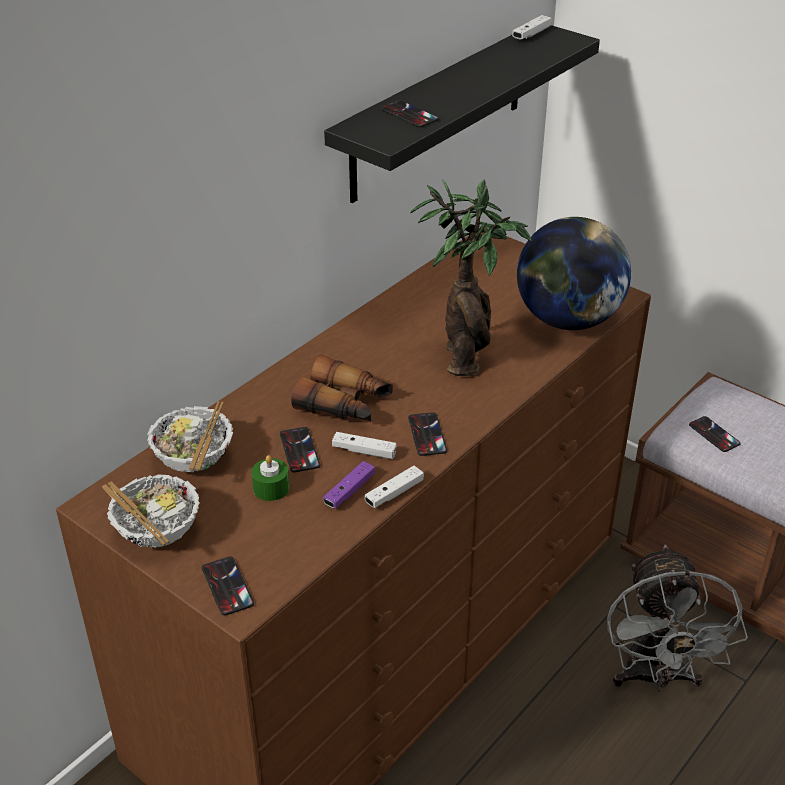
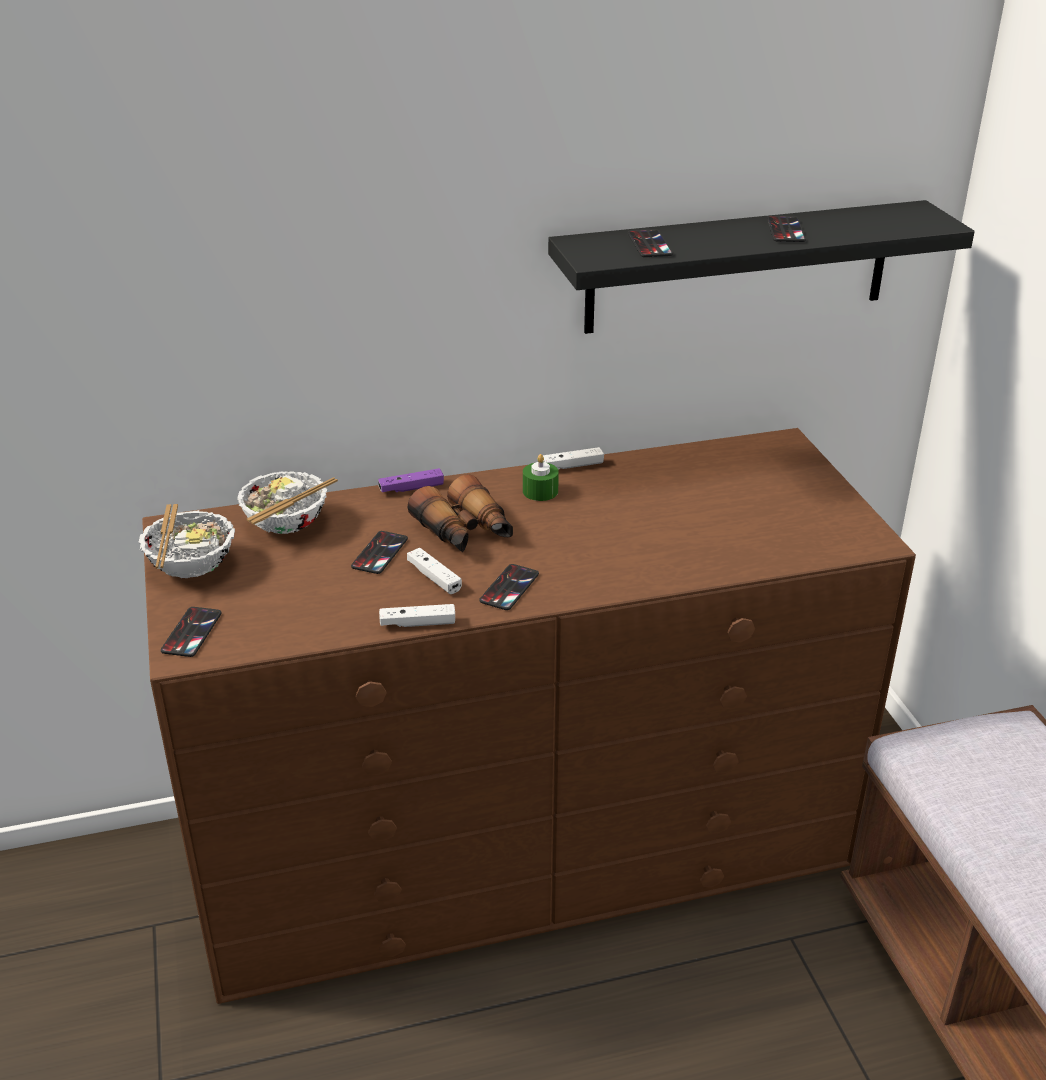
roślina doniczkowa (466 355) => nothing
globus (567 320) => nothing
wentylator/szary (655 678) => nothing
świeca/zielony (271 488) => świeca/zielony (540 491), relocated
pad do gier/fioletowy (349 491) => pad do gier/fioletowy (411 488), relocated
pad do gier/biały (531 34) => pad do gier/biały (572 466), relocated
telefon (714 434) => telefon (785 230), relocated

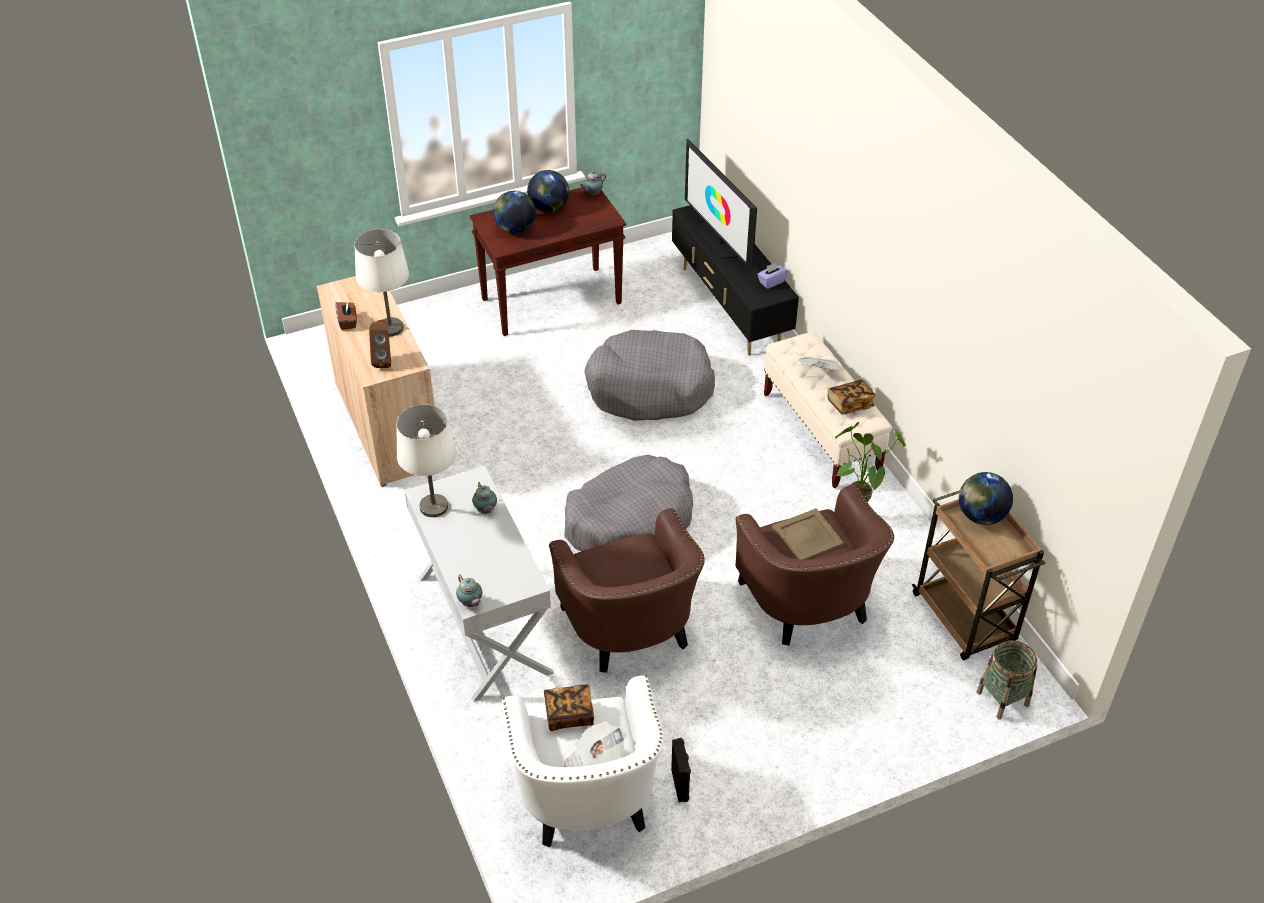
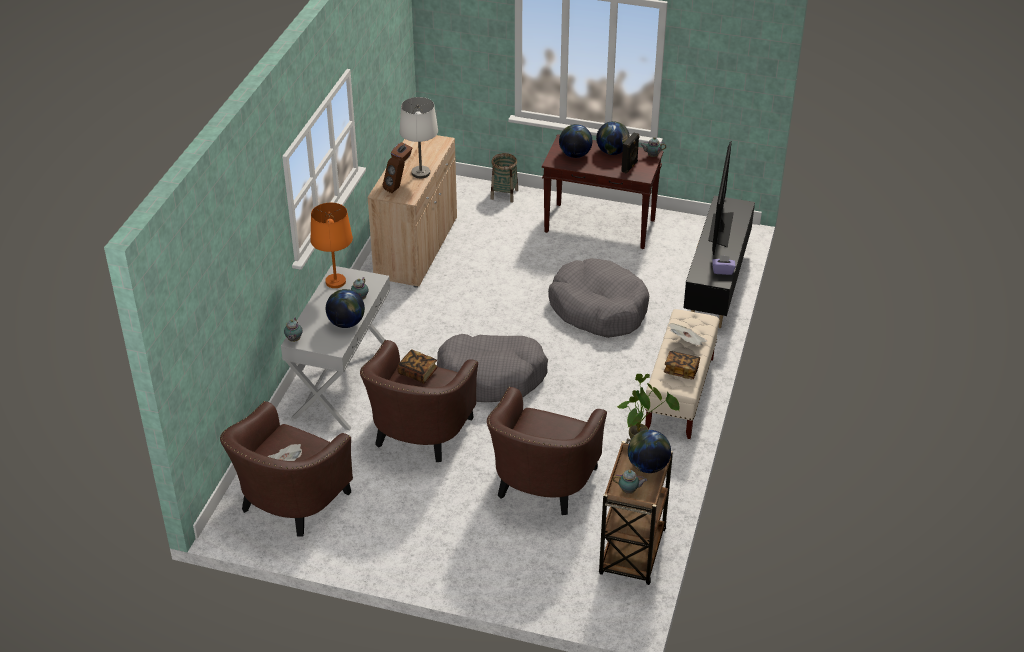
taca/beżowy (806 535) => nothing
nothing => globus (346 323)
nothing => imbryk (629 491)
książka (569 715) => książka (418 373), relocated
głośnik/czarny (681 785) => głośnik/czarny (630 167), relocated
koszyk (1002 698) => koszyk (504 194), relocated
lampa stołowa/biały (434 506) => lampa stołowa/pomarańczowy (336 282)
fotel/biały (587 801) => fotel/brązowy (289 504)

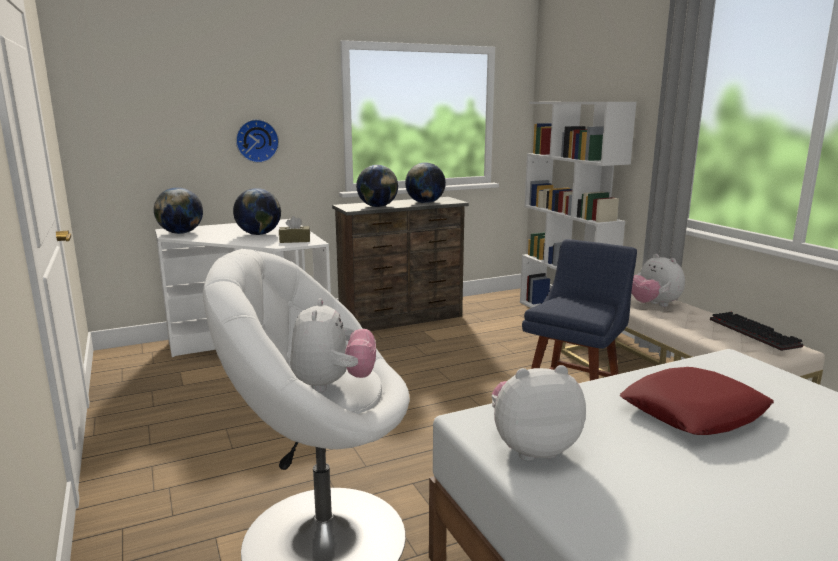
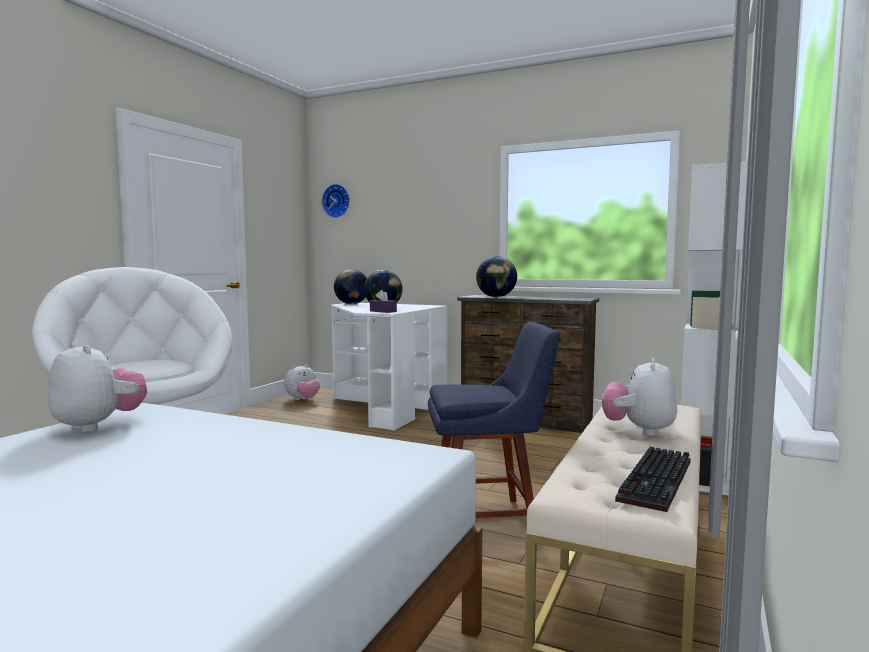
globus (425 203) => nothing
poduszka/czerwony (693 412) => nothing
zegar ścienny (256 141) => zegar ścienny (337 201), relocated
pluszak (333 385) => pluszak (303 400), relocated
pudełko chusteczek/brązowy (295 240) => pudełko chusteczek/fioletowy (383 311)

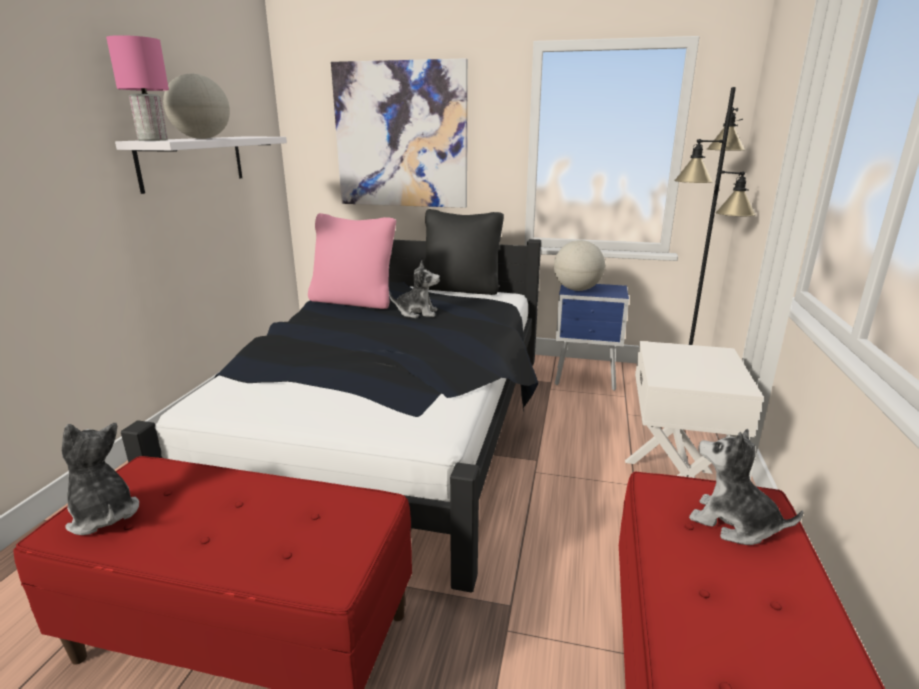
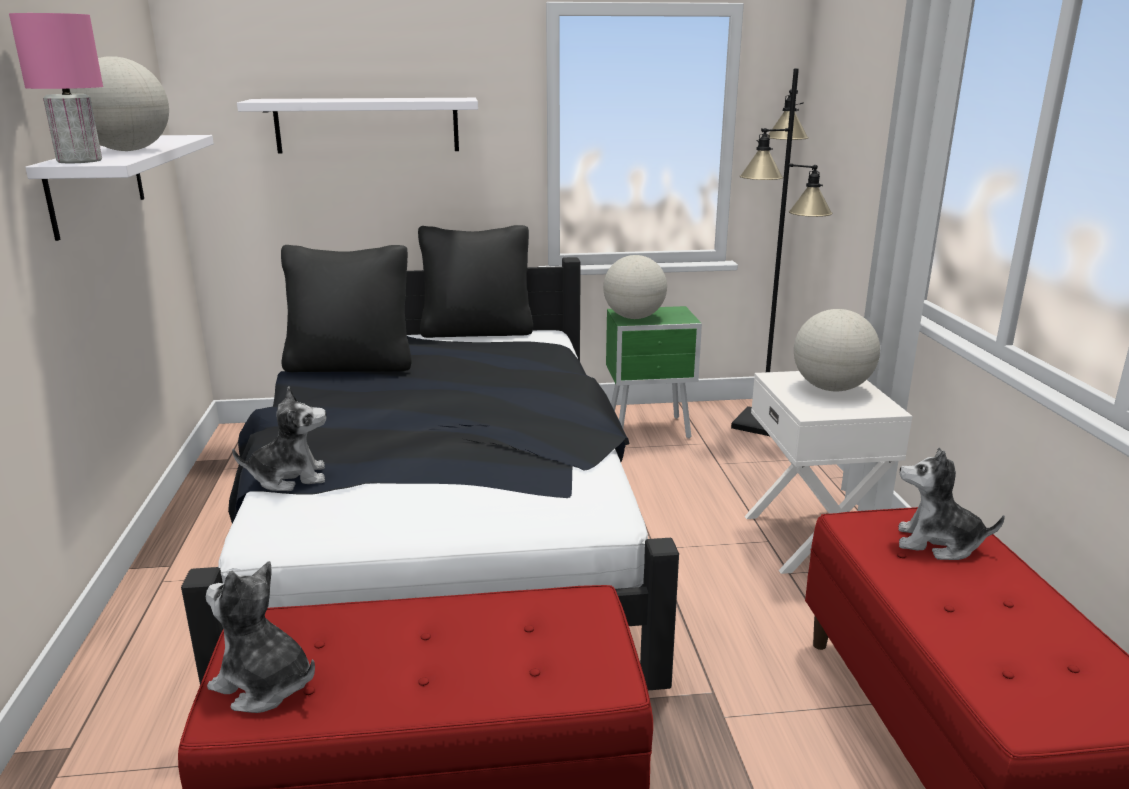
nothing => globus (831 388)
pluszak (417 313) => pluszak (290 478), relocated
obraz (401 136) => półka/biały (367 125)
poduszka/różowy (354 301) => poduszka/czarny (351 365)
szafka nocna/niebieski (586 380) => szafka nocna/zielony (650 430)

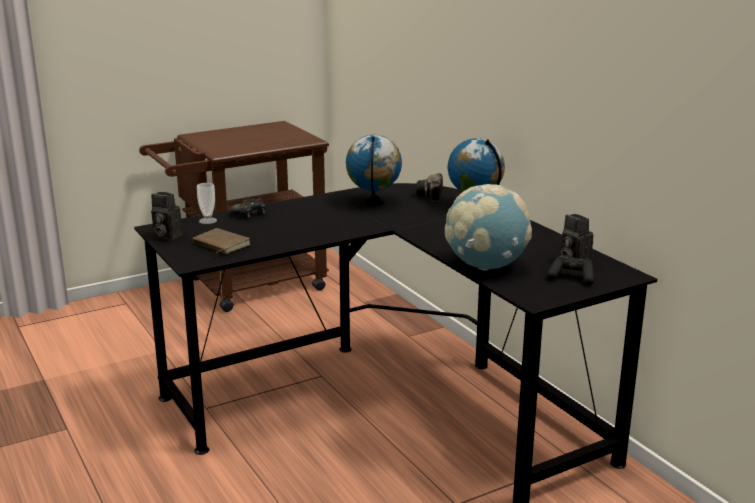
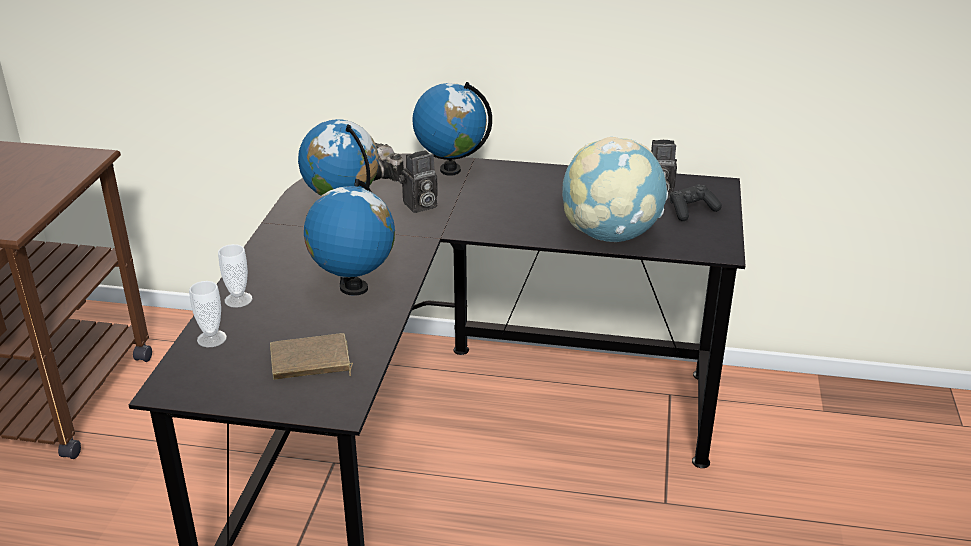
nothing => globus (353 288)
aparat fotograficzny (166 236) => aparat fotograficzny (419 206), relocated
pad do gier/czarny (249 213) => filiżanka (238 300)

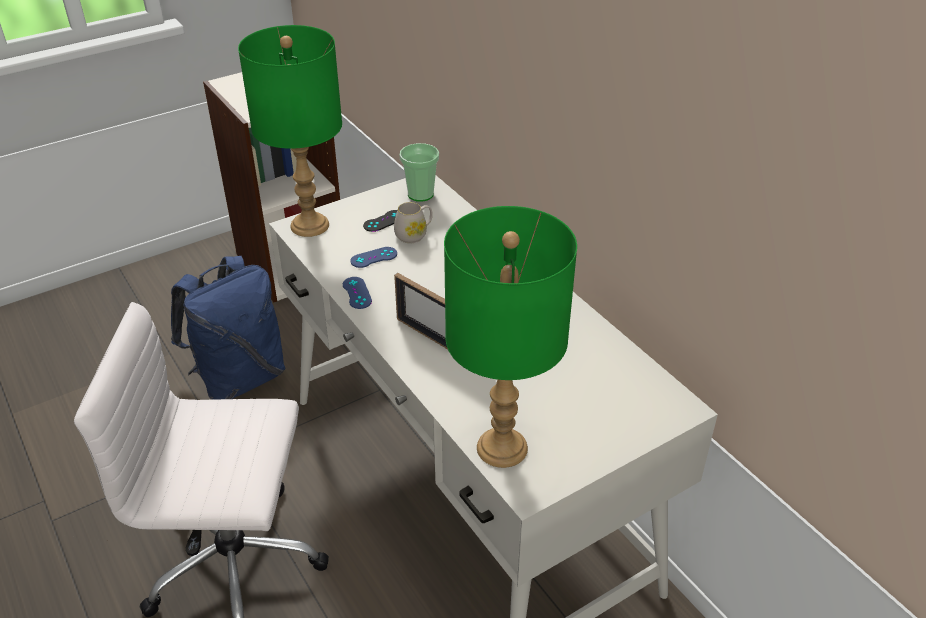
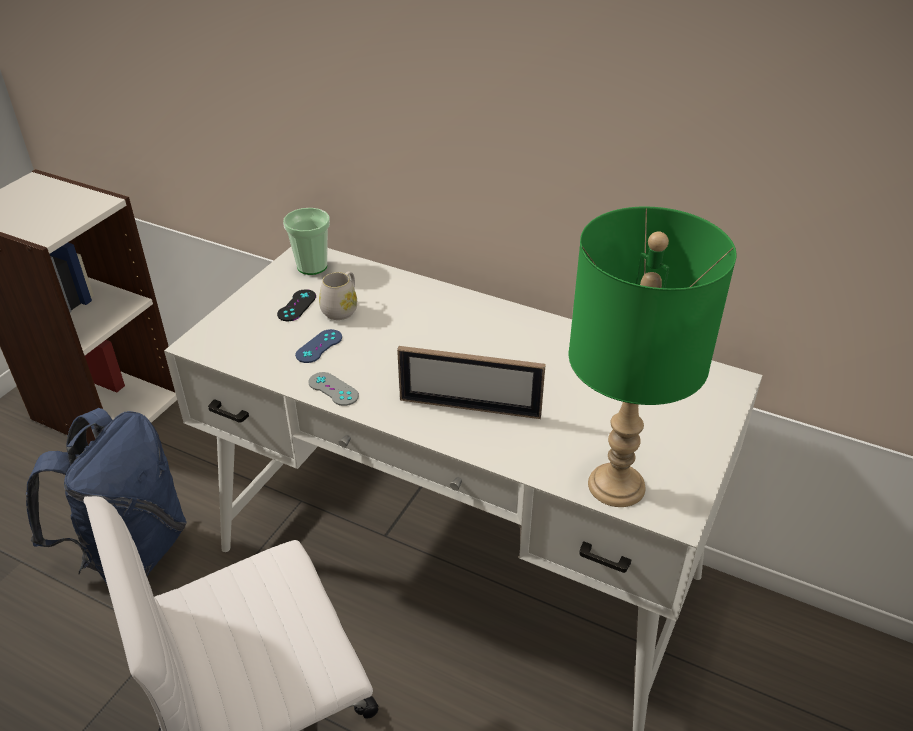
lampa stołowa/zielony (309 226) => nothing
pad do gier/niebieski (357 293) => pad do gier/szary (333 389)

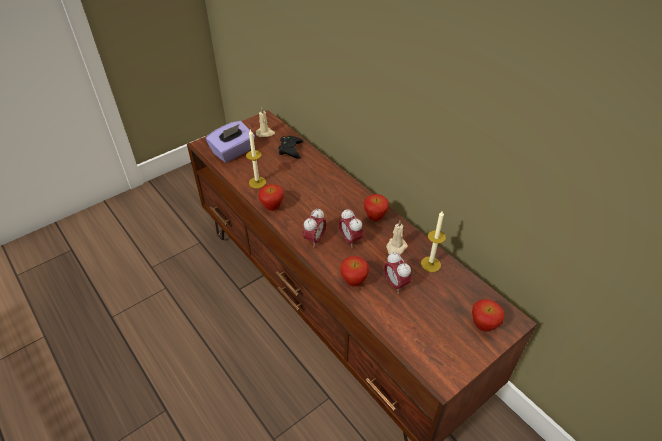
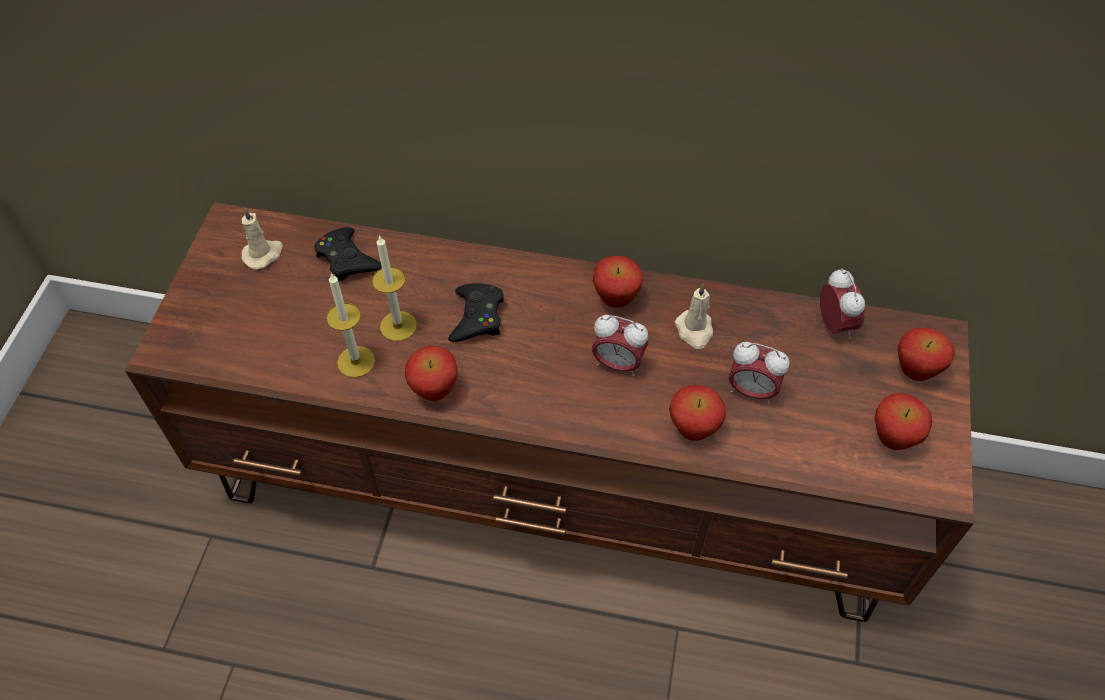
pudełko chusteczek/fioletowy (233 152) => nothing
nothing => pad do gier/czarny (477 317)
nothing => jabłko (892 439)
budzik (314 239) => budzik (834 325), relocated
świeca (430 264) => świeca (398 326), relocated

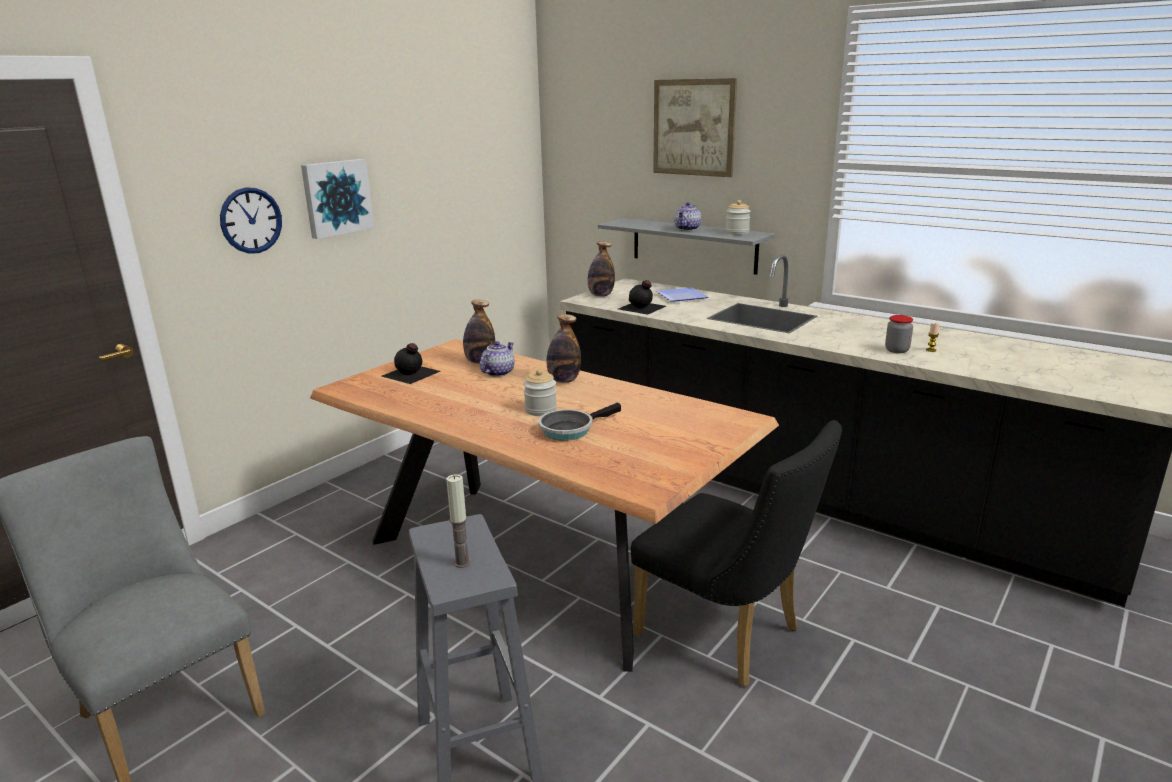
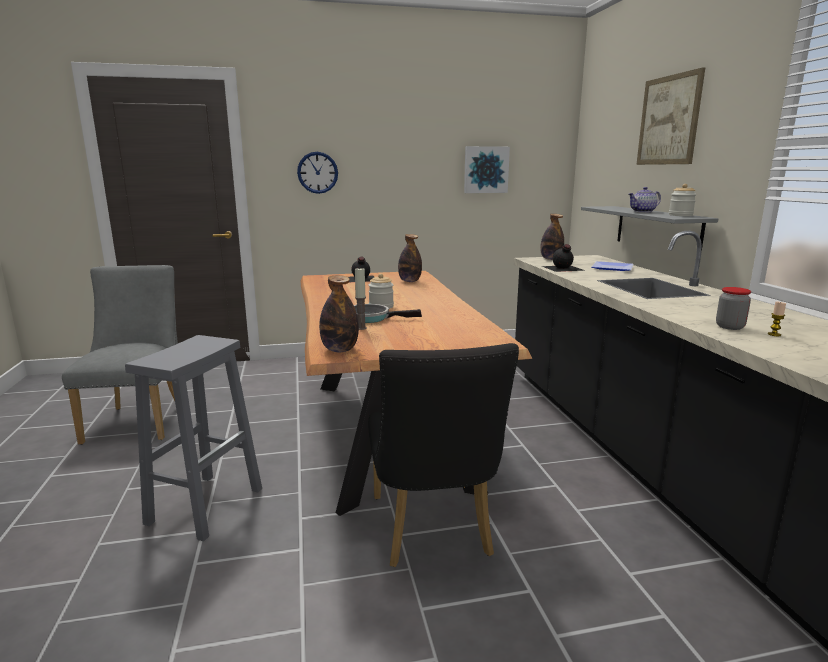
imbryk (498 372) => nothing
obraz (336 197) => obraz (485 170), relocated
świeca (462 563) => świeca (361 328), relocated
butelka (564 380) => butelka (339 350), relocated

